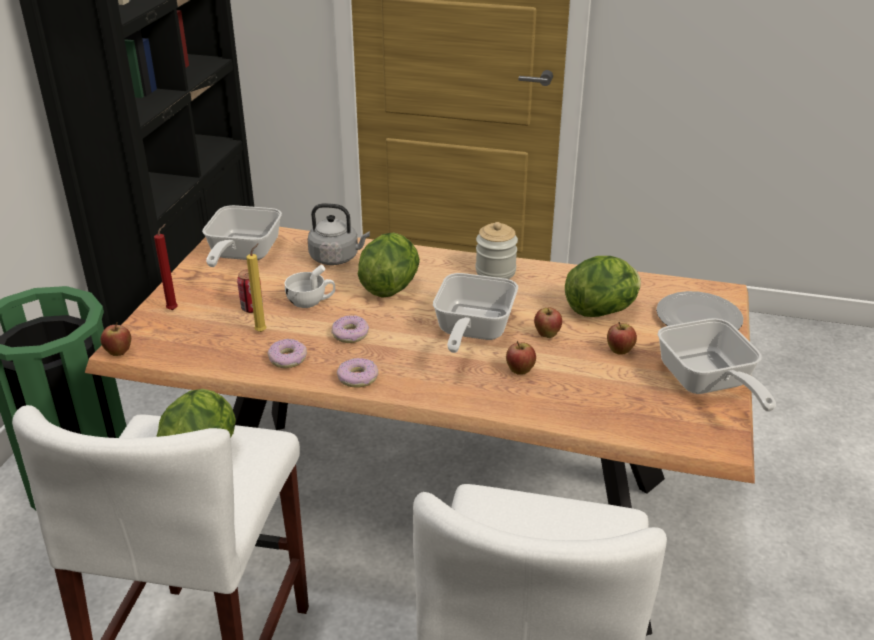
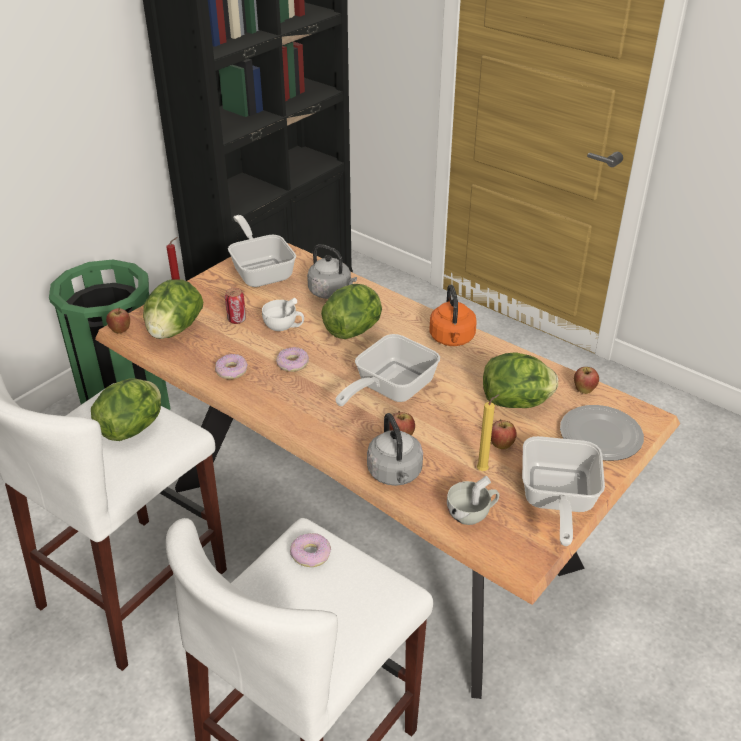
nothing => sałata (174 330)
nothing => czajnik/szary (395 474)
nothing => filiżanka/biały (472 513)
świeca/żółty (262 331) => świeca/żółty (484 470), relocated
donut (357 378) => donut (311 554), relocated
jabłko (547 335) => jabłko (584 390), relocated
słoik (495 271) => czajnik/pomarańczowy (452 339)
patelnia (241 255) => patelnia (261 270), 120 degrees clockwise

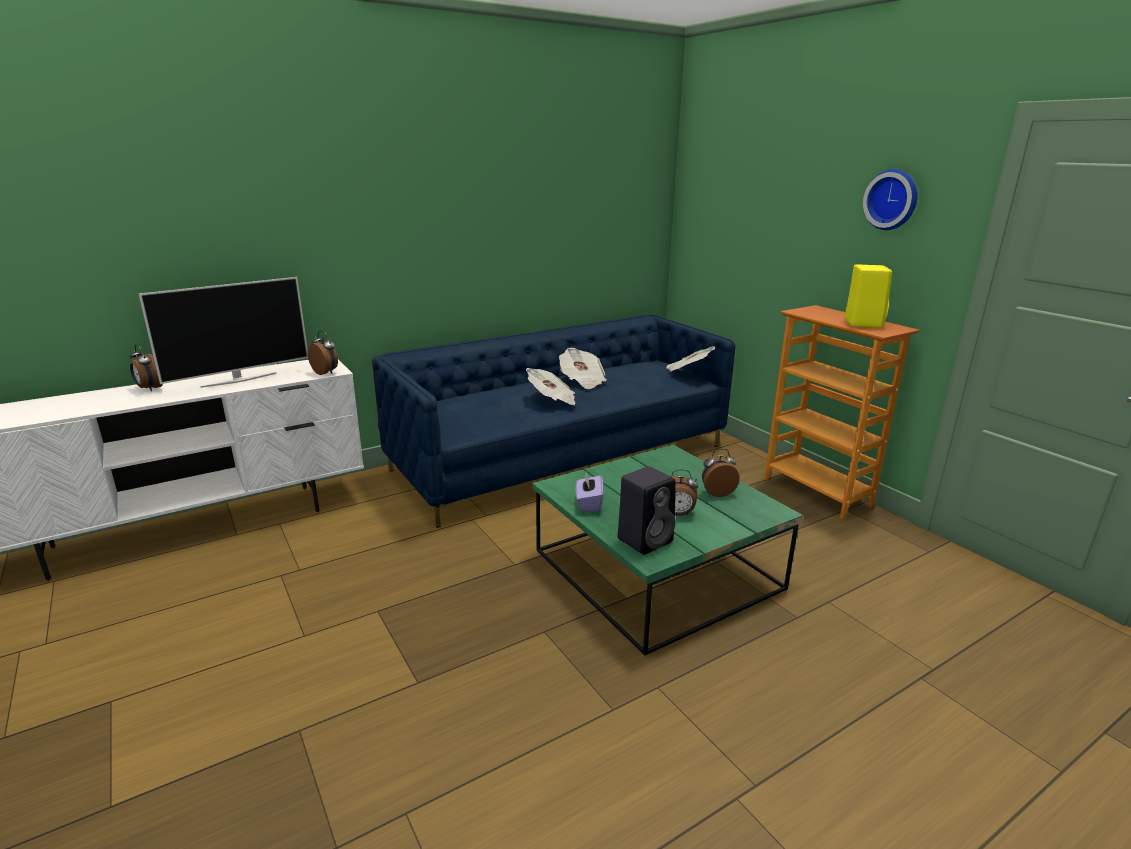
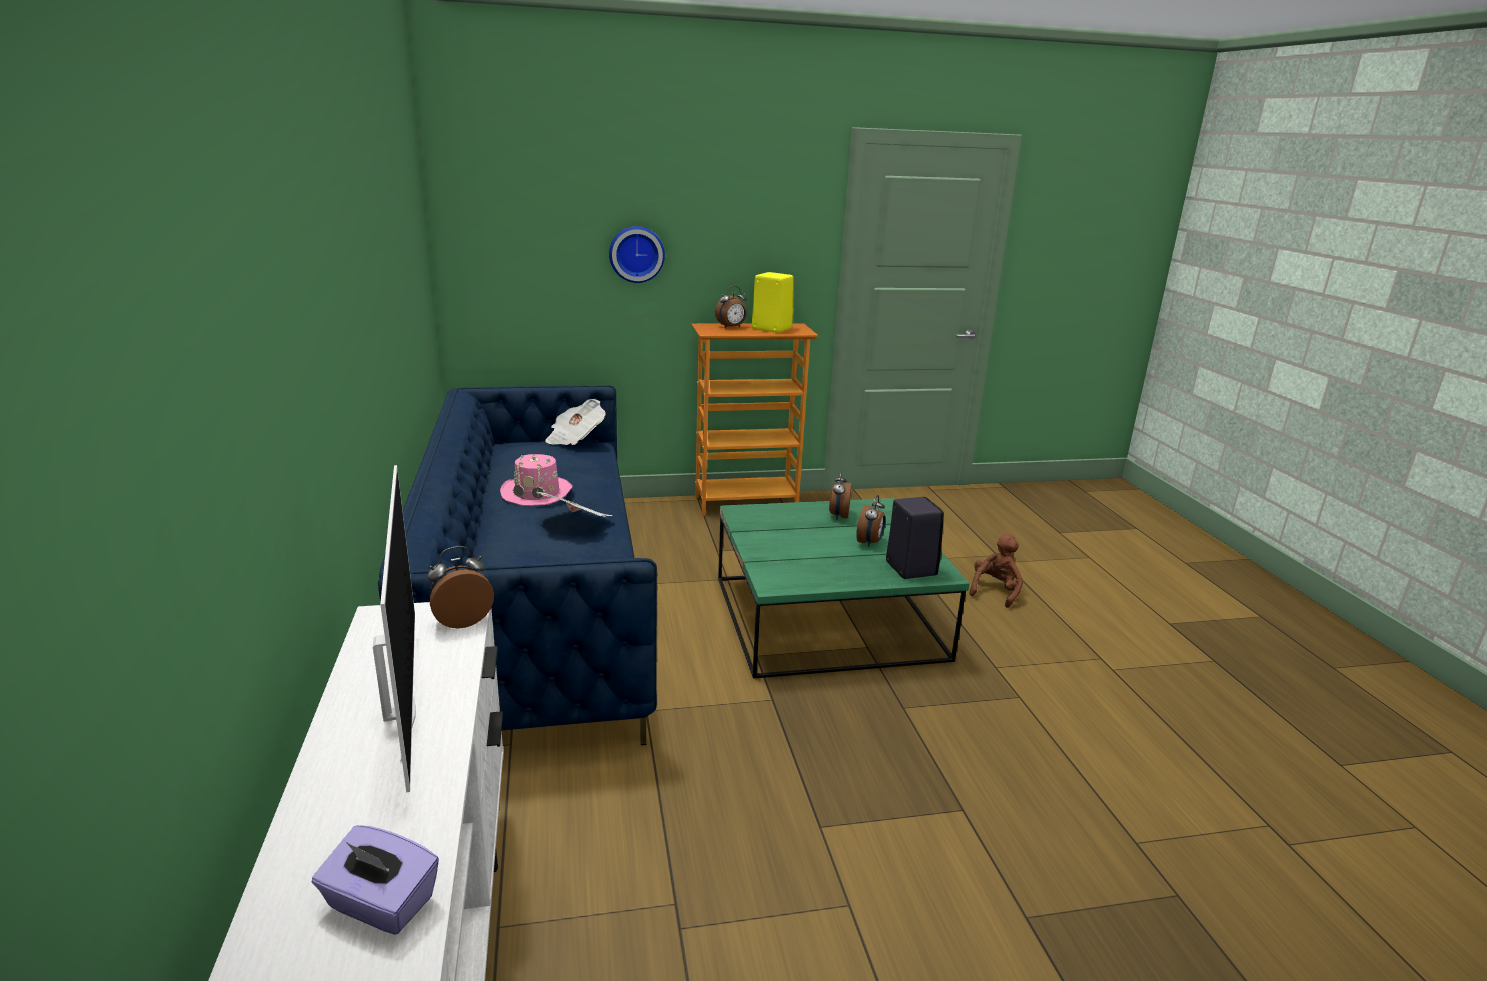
nothing => pluszak/brązowy (995 591)
budzik (149 388) => budzik (731 327), relocated
pudełko chusteczek/fioletowy (589 504) => pudełko chusteczek/fioletowy (380 904), relocated
zegar ścienny (892 199) => zegar ścienny (636 254), relocated
gazeta (582 381) => kapelusz/różowy (537 493)

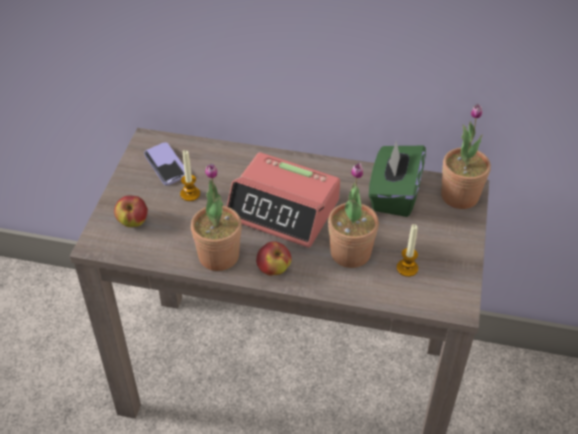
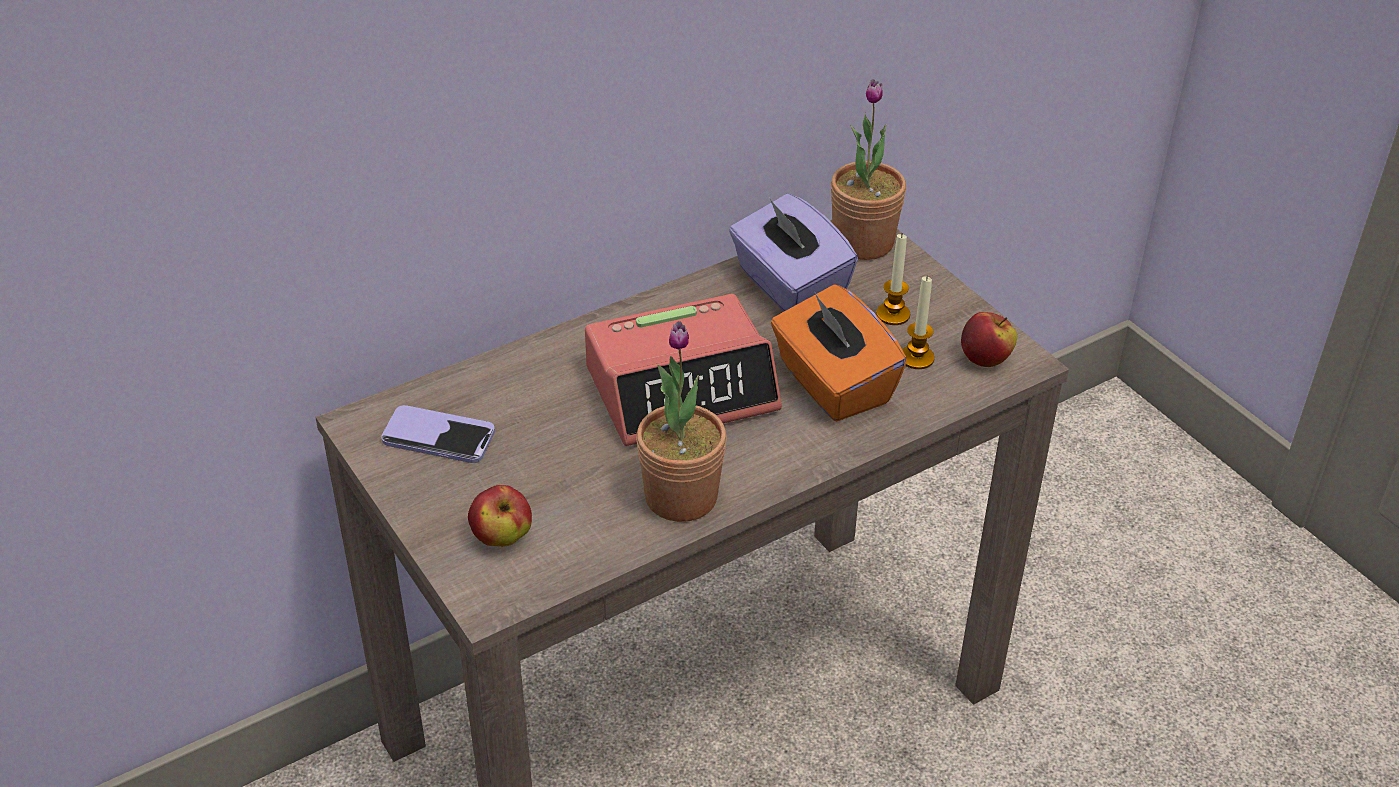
świeca (190 194) => świeca (893 314), relocated
jabłko (273 270) => jabłko (985 359), relocated
roślina doniczkowa (350 253) => pudełko chusteczek/pomarańczowy (833 384)
pudełko chusteczek/zielony (394 194) => pudełko chusteczek/fioletowy (789 286)

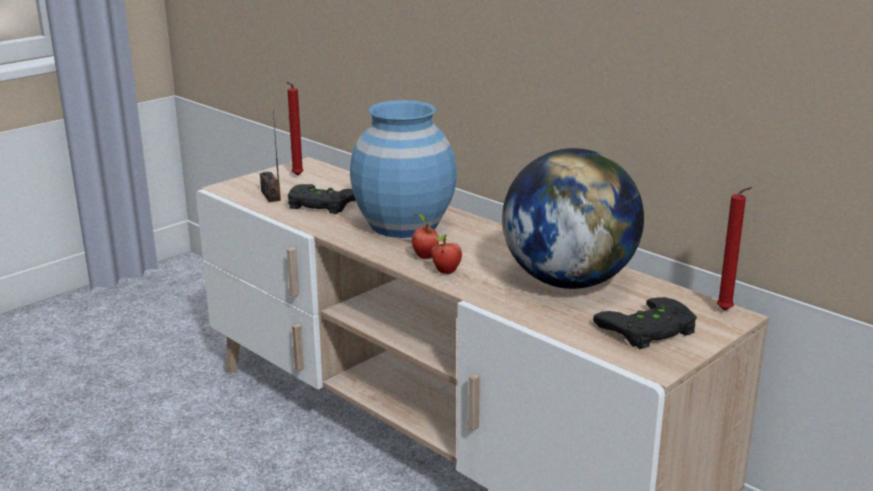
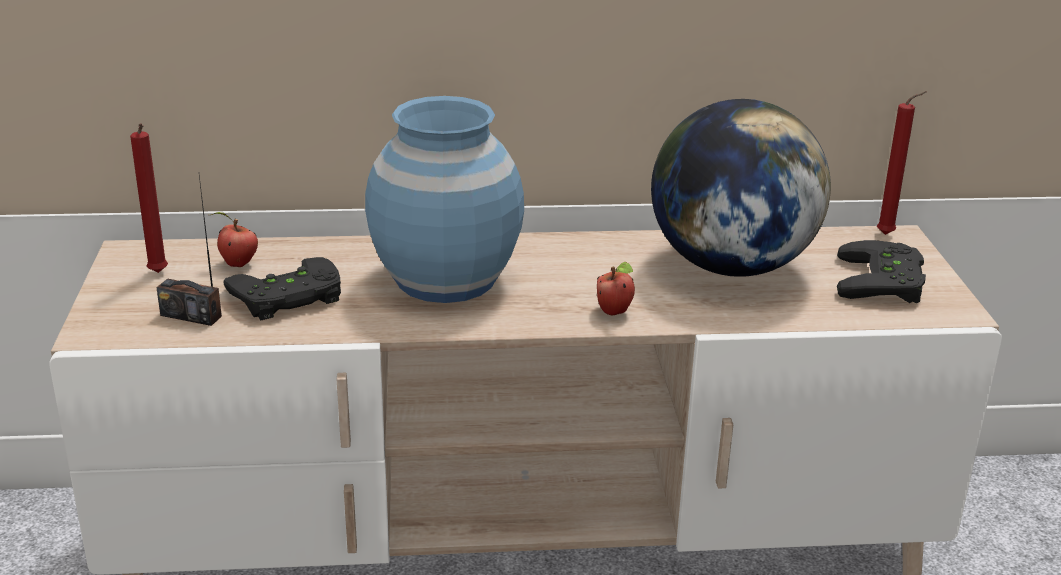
jabłko (424 256) => jabłko (237 264), relocated

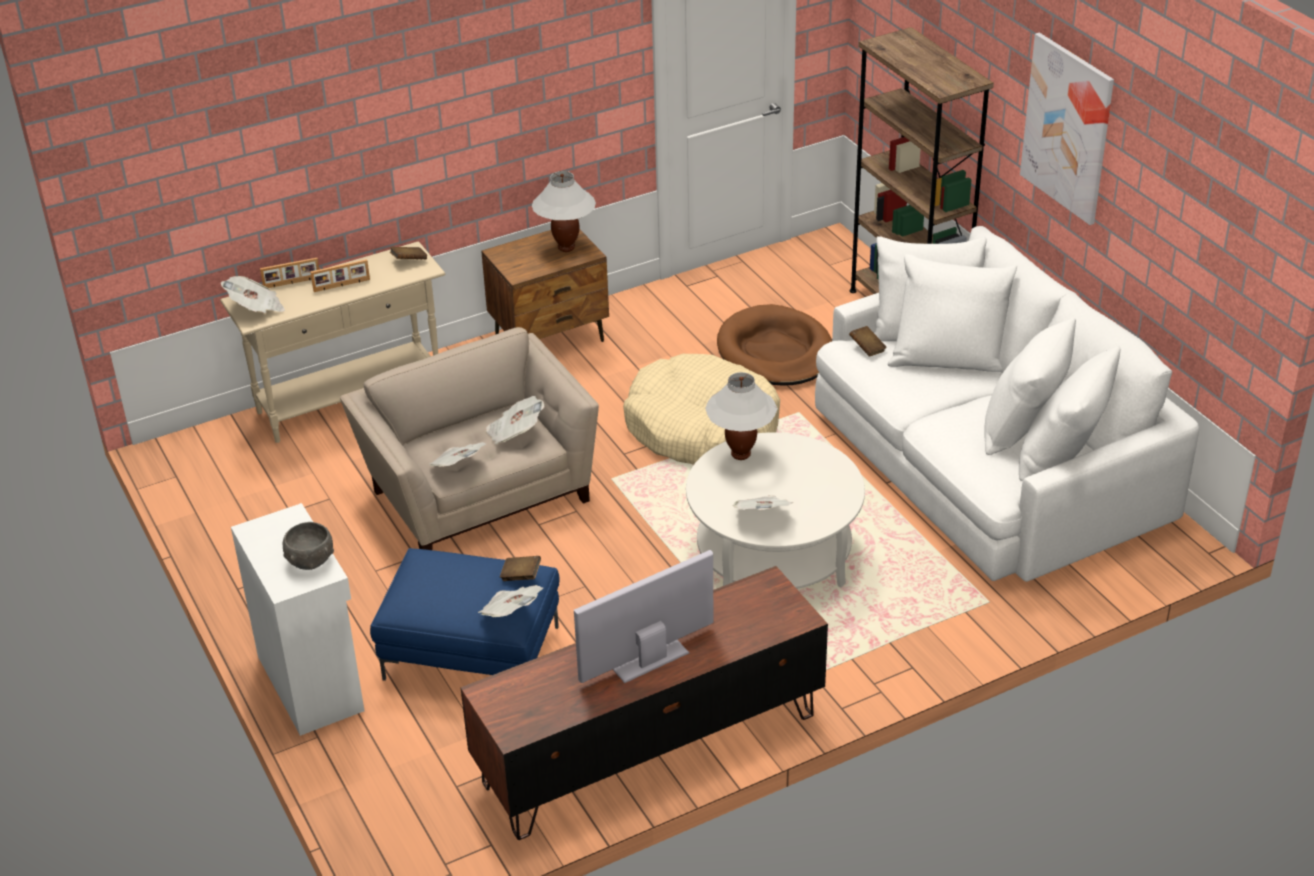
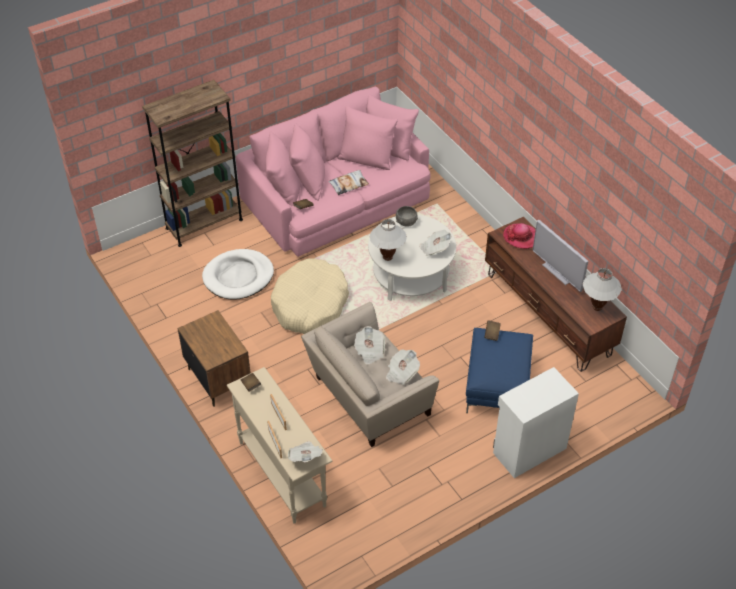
gazeta (511 613) => nothing
obraz (1067 128) => nothing
nothing => poduszka (348 184)
nothing => kapelusz (521 237)
miska/szary (310 560) => miska/szary (406 222), relocated
lampa stołowa/biały (566 248) => lampa stołowa/biały (597 307), relocated
legowisko/brązowy (775 352) => legowisko/biały (238 277)
kanapa/biały (988 464) => kanapa/różowy (337 199)

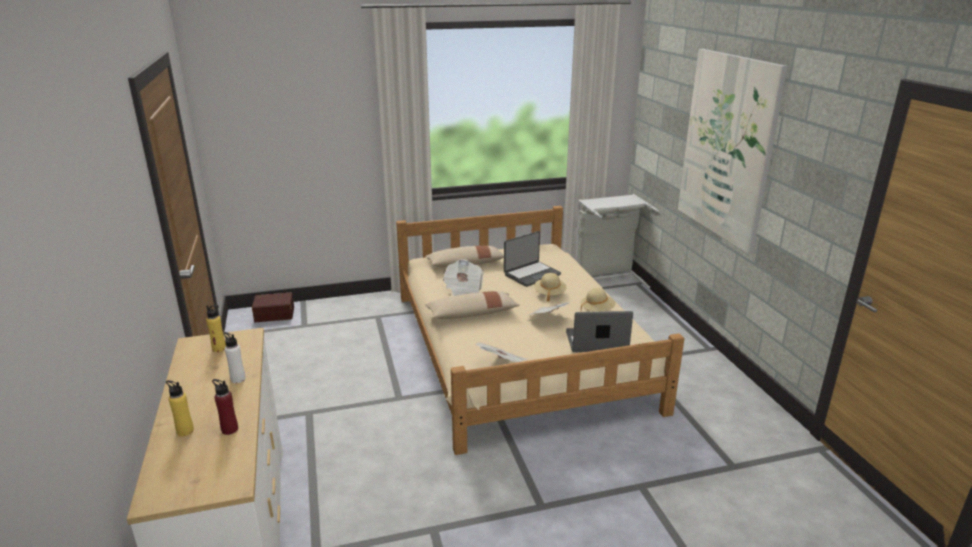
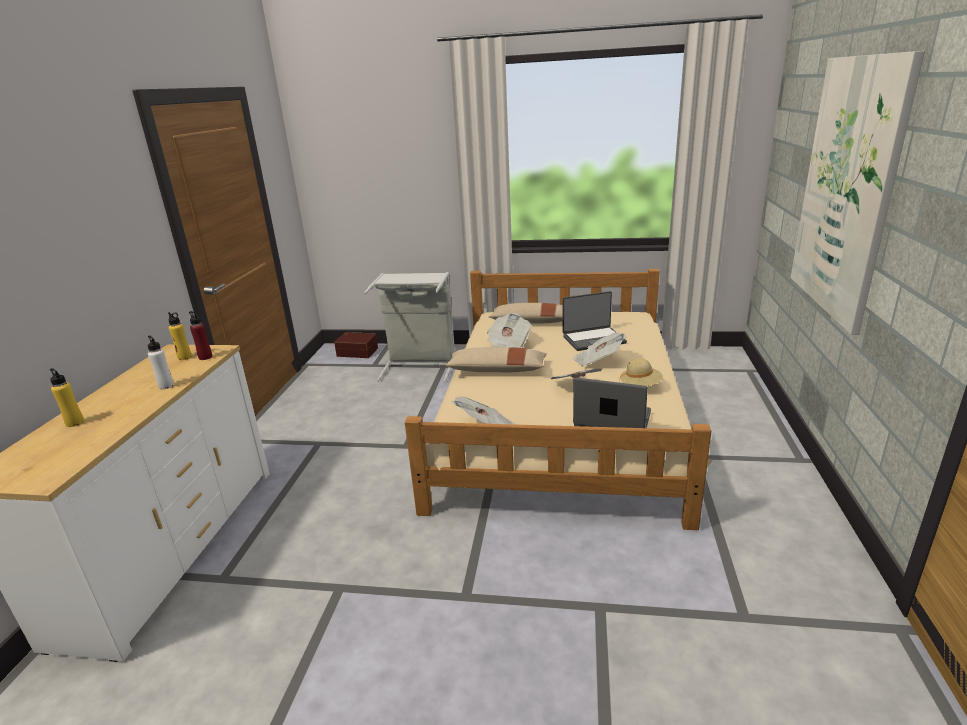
butelka/czerwony (229 429) => butelka/czerwony (205 357), relocated
kosz na pranie/szary (607 278) => kosz na pranie/szary (419 366), relocated
kapelusz/beżowy (549 294) => gazeta (597 361)

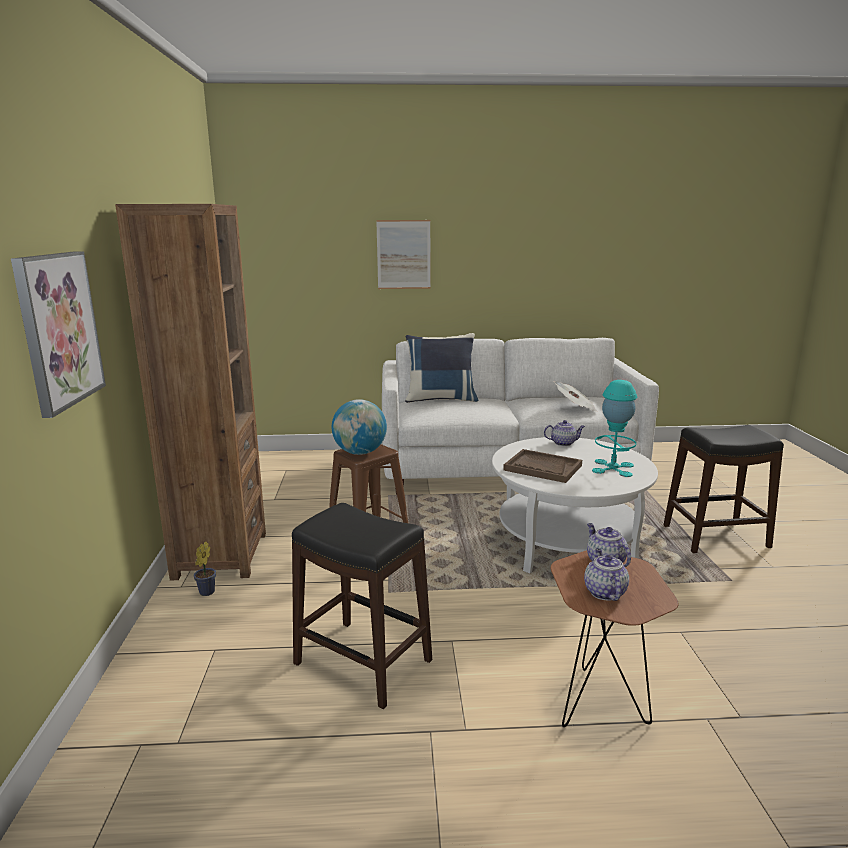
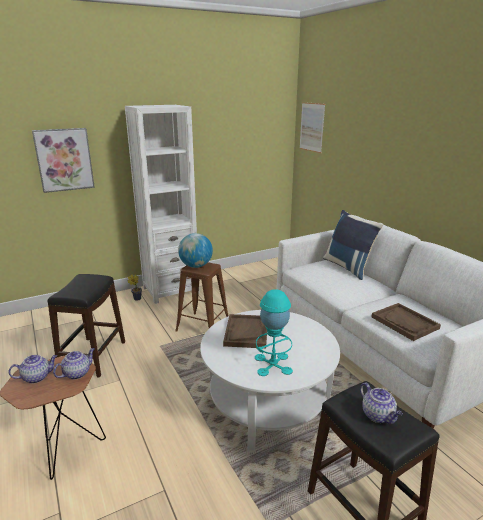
obraz (403 254) => obraz (312 127), relocated
imbryk (563 443) => imbryk (378 416), relocated
gazeta (575 408) => taca/brązowy (405 323)
regał/brązowy (220 555) => regał/biały (170 290)

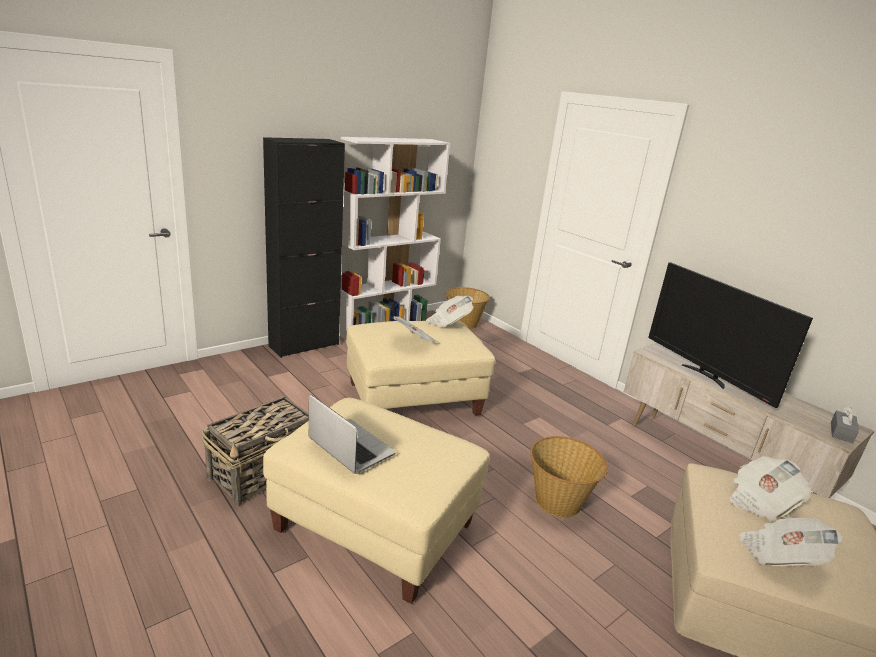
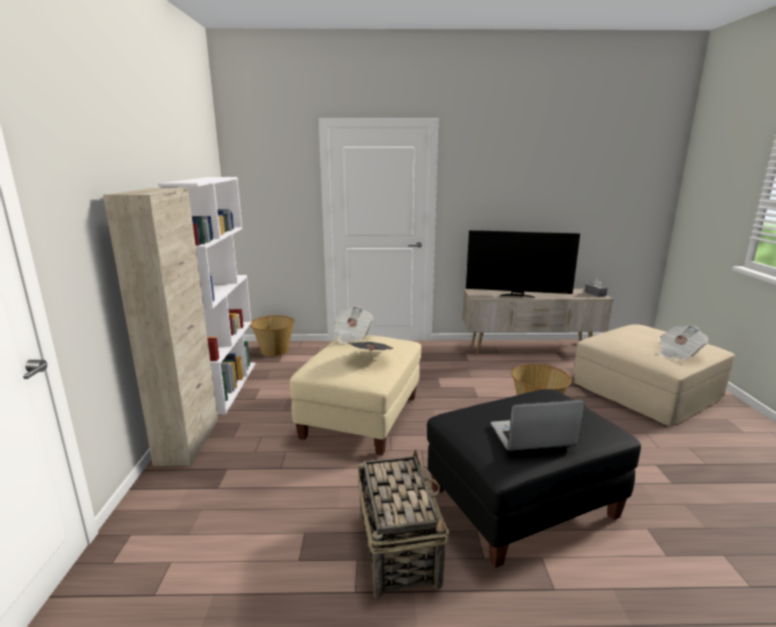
gazeta (760 501) => nothing
szafka/czarny (304 345) => szafka/beżowy (188 441)
pufa/beżowy (375 527) => pufa/czarny (522 504)

